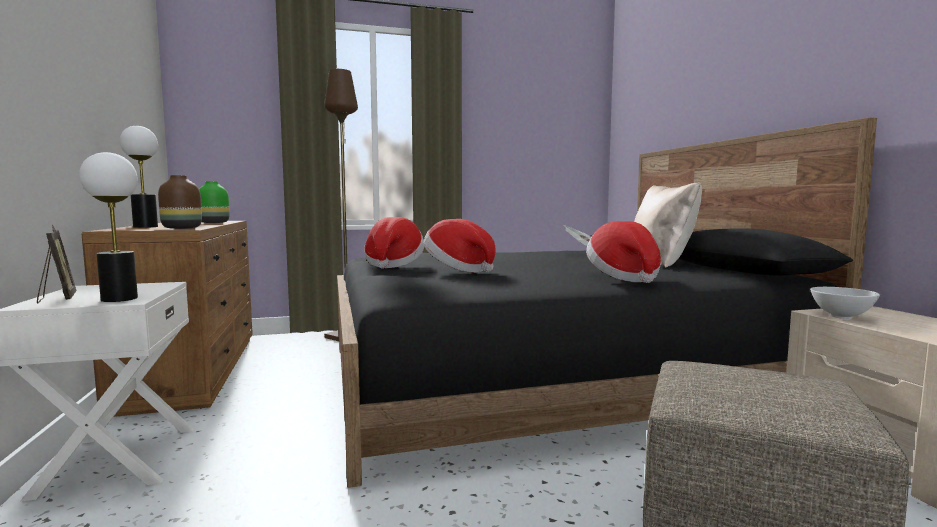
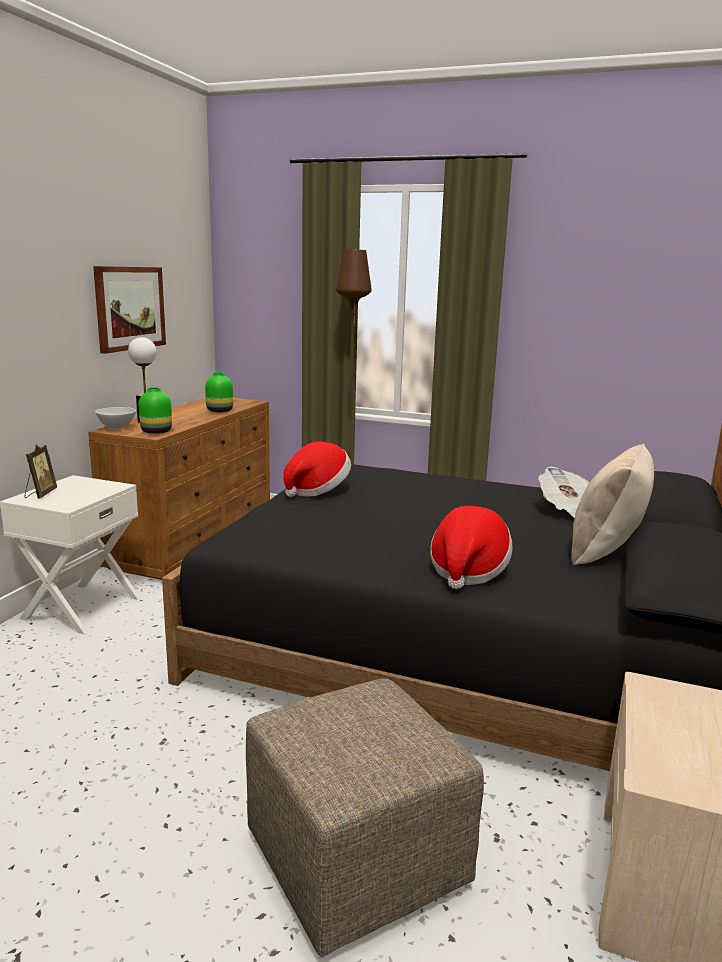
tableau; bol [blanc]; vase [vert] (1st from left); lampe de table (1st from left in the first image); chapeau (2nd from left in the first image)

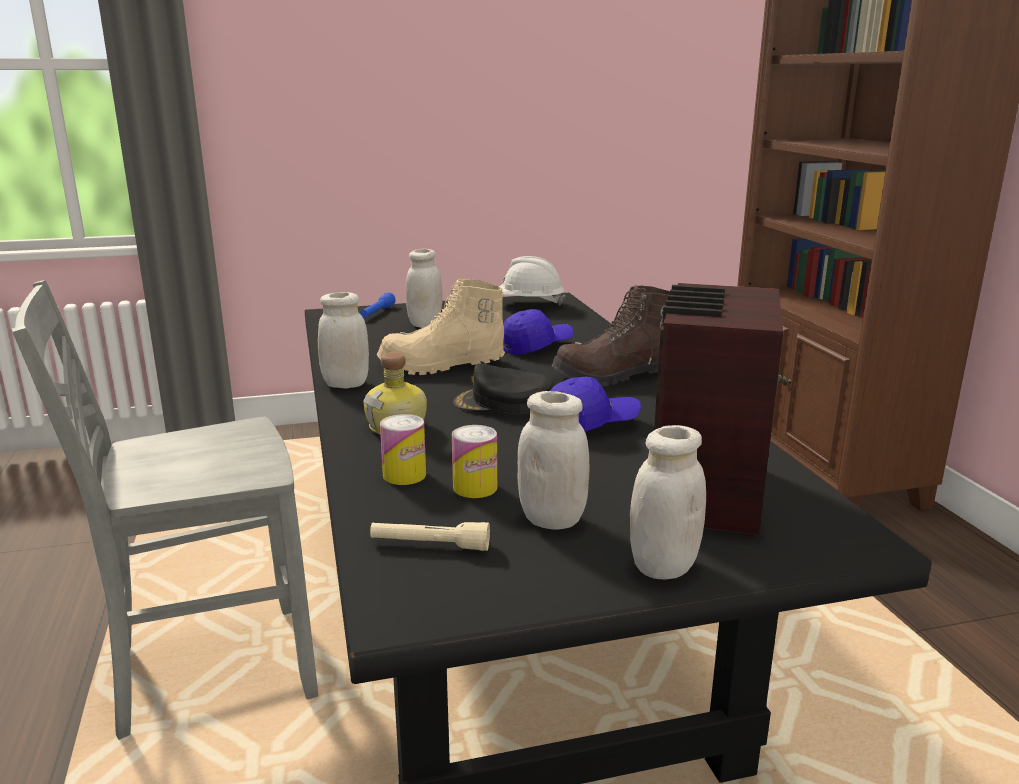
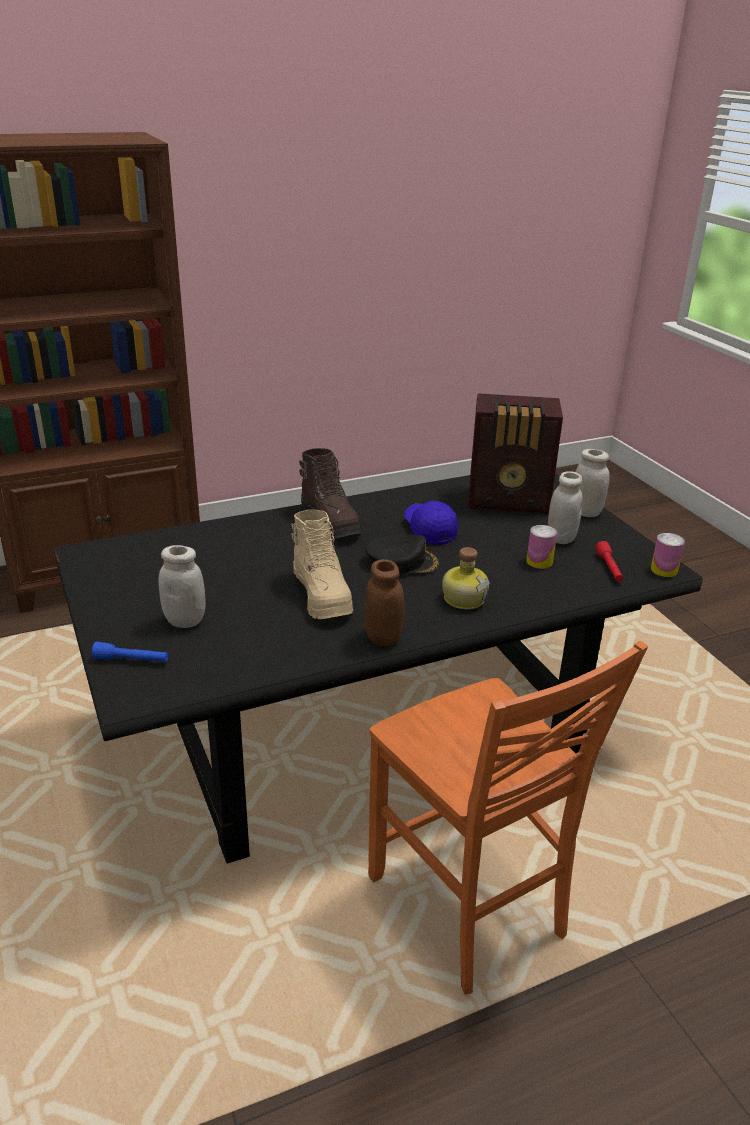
casquette [noir]; bocal [marron]; chaise [orange]; lampe de poche [rouge]; boîte métallique (2nd from left); casque de chantier [blanc]; casquette [bleu] (1st from left in the first image)

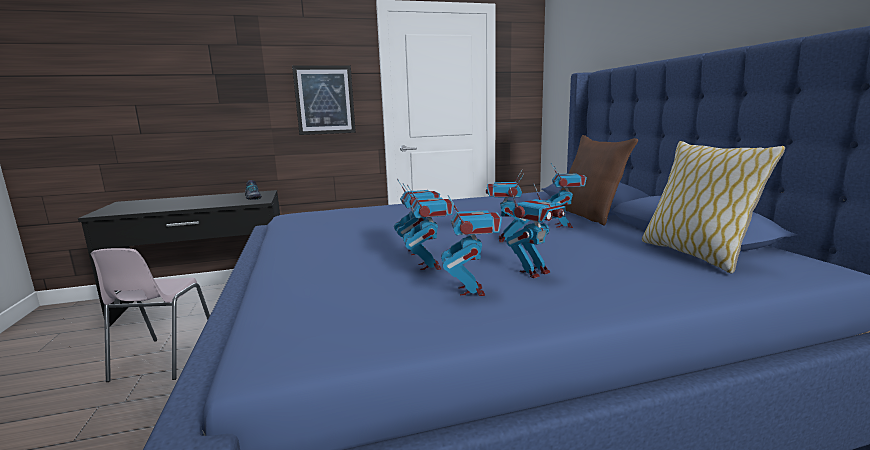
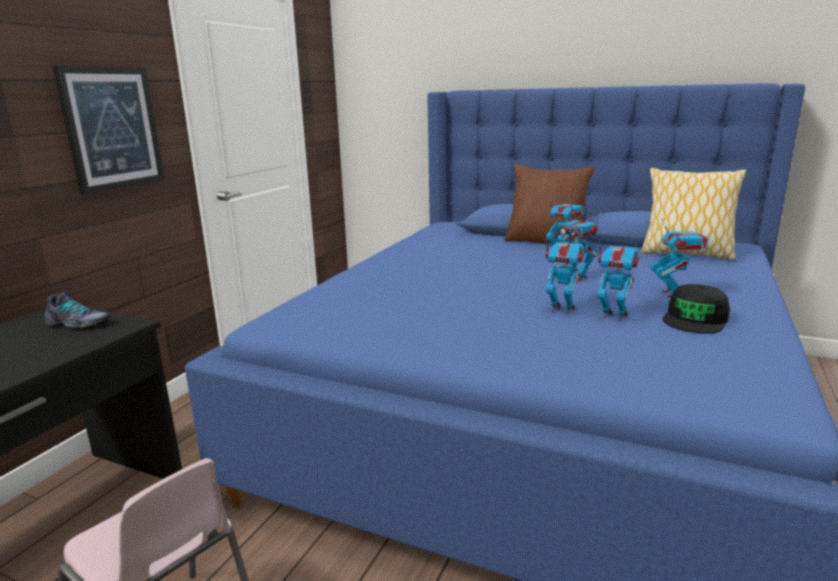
casquette [noir]

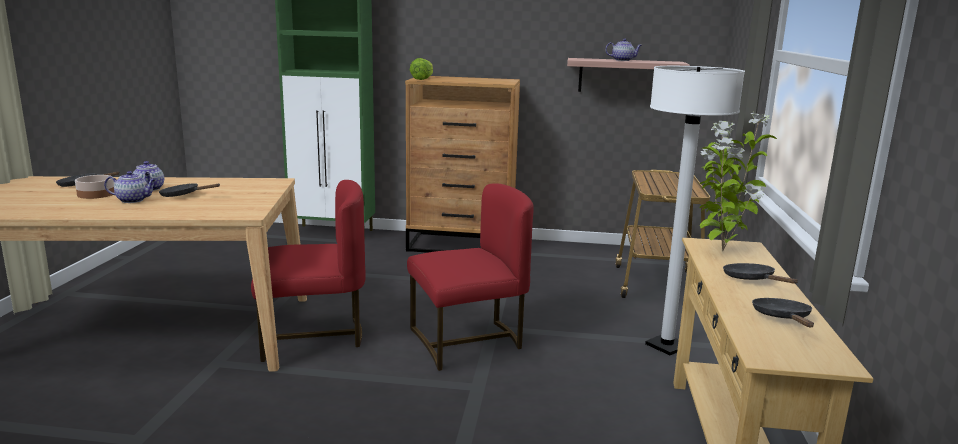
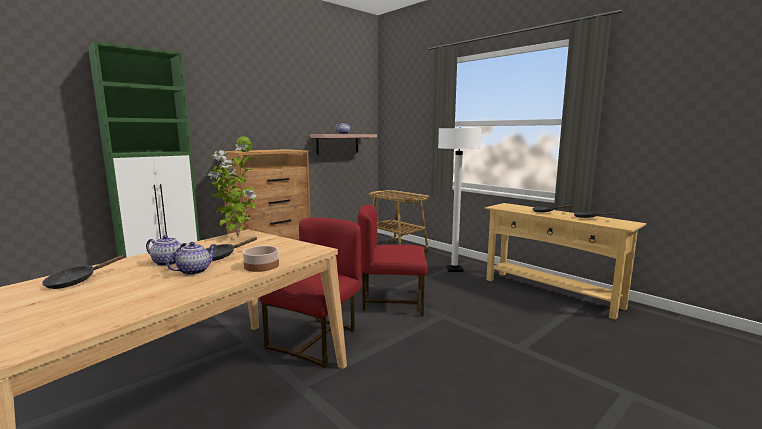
plante en pot; bol; chaise [rouge] (2nd from left)

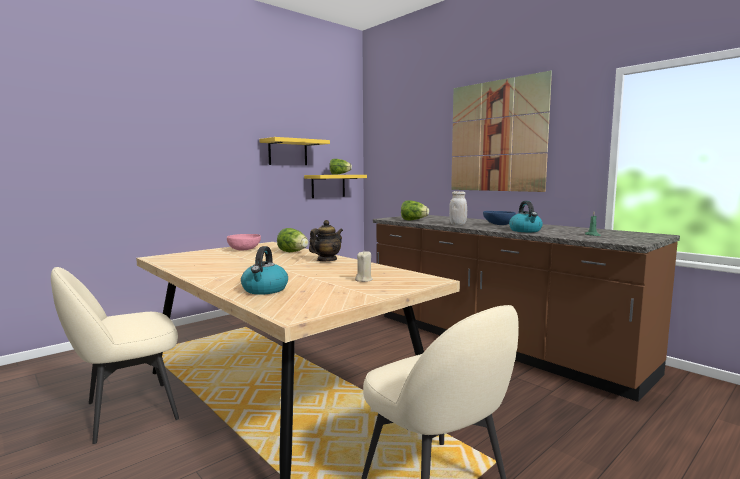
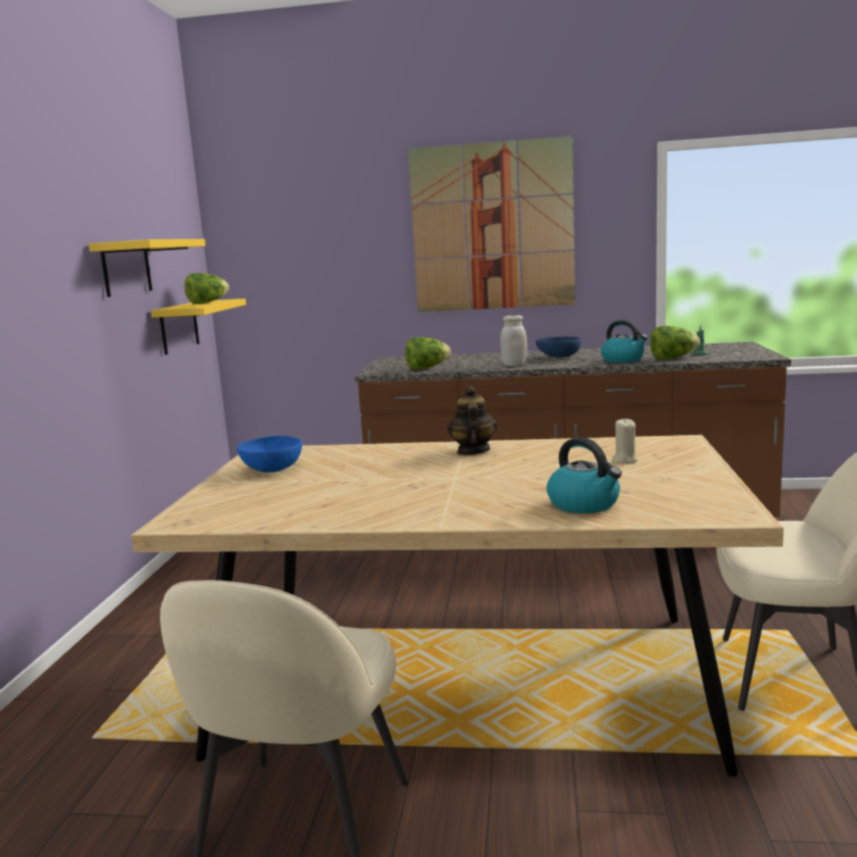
bol [bleu] (1st from left); laitue (3rd from left)

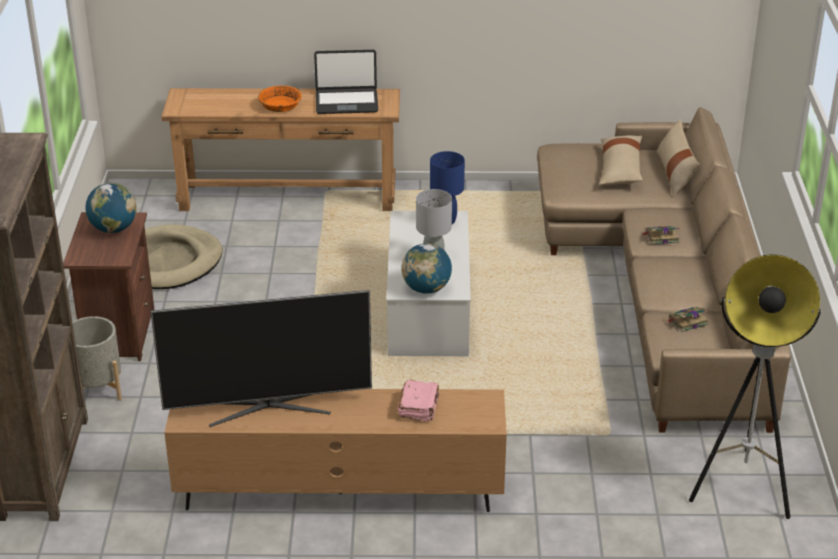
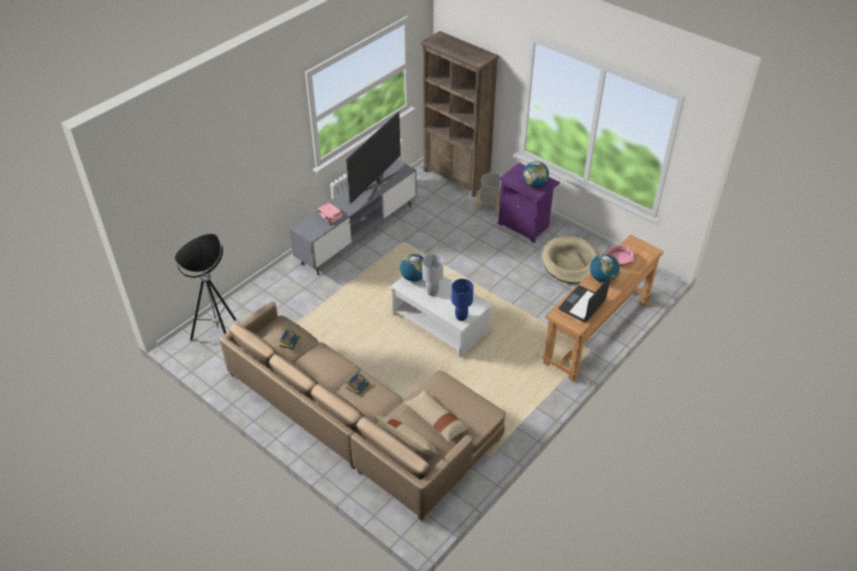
meuble télé [gris]; table de chevet [violet]; globe (3rd from left); bol [rose]

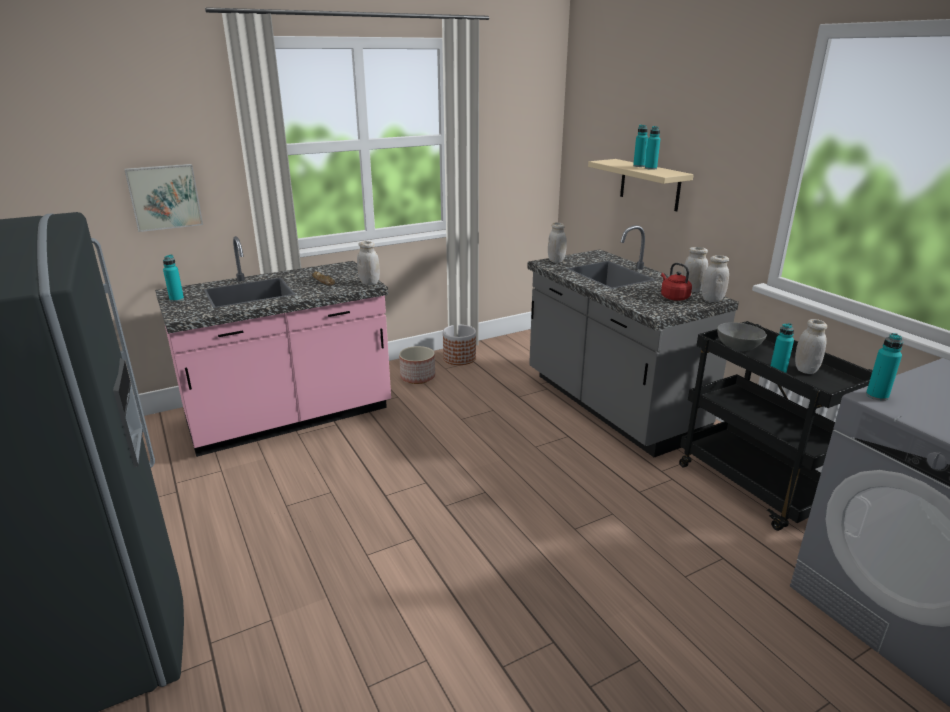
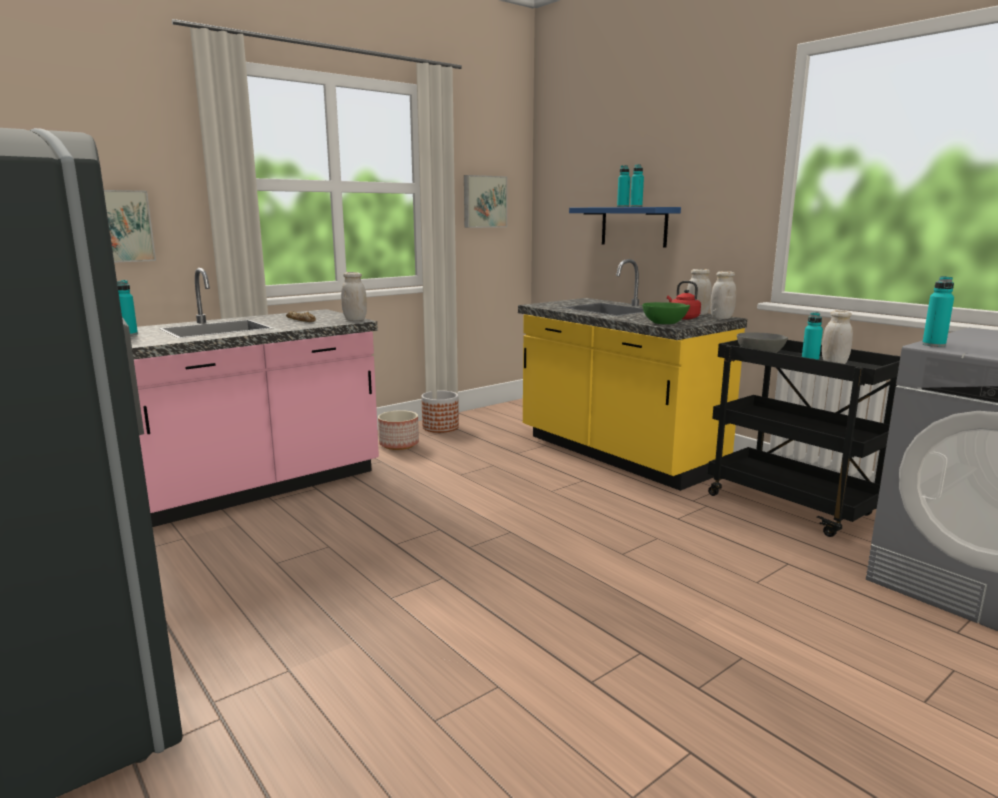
tableau (2nd from left); comptoir de cuisine [jaune]; étagère [bleu]; bol [vert]; bocal [blanc] (2nd from left in the first image)

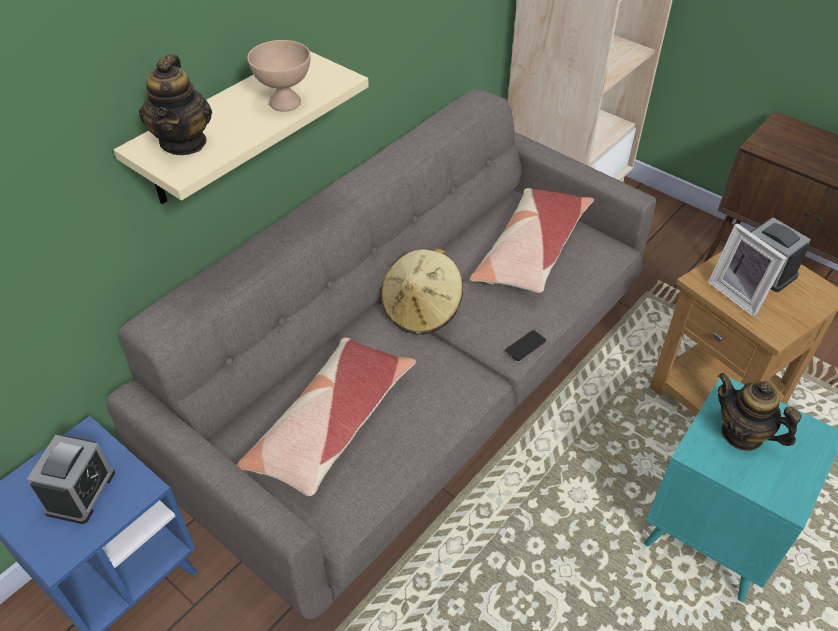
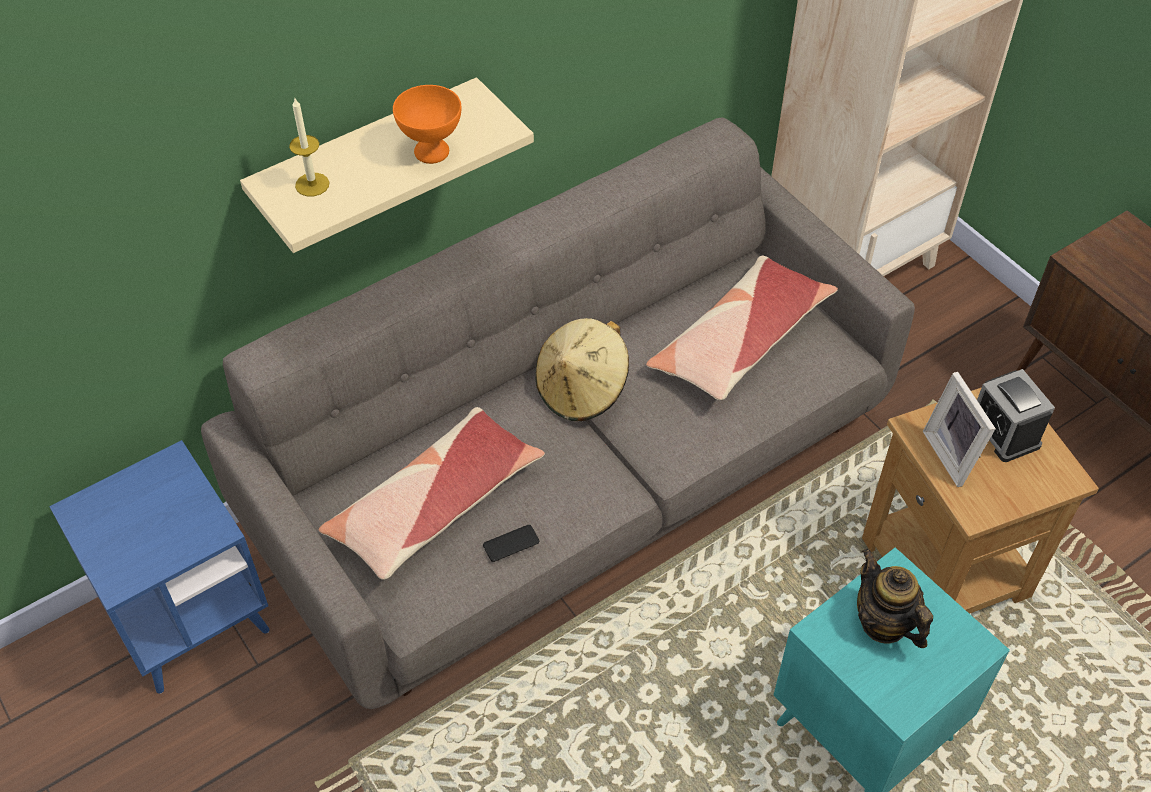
bougie; bol [orange]; téléphone; réveil (1st from left in the first image)

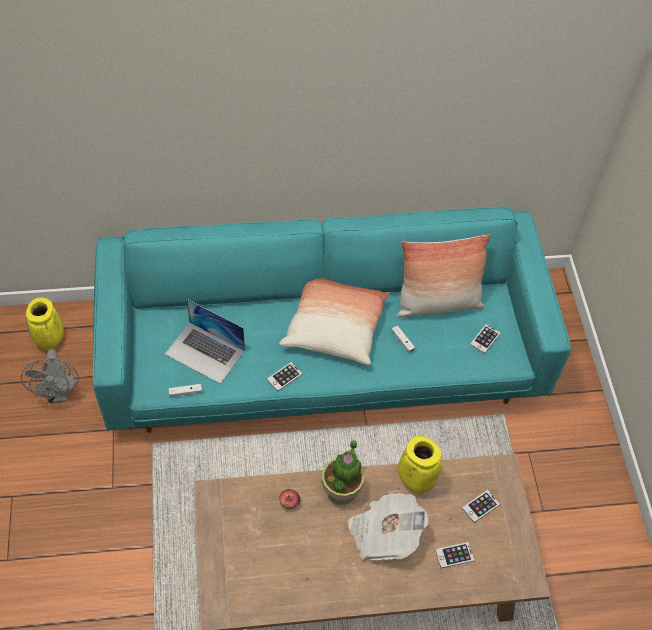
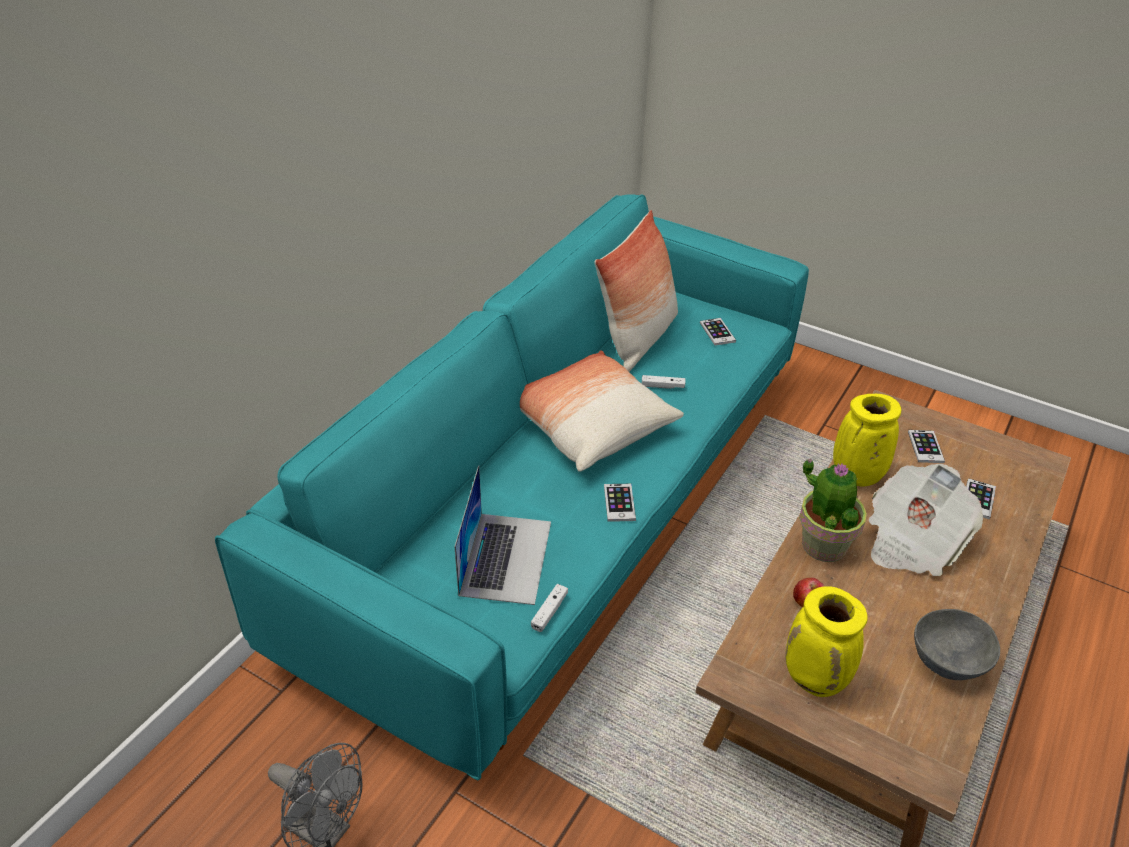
ordinateur portable; vase [jaune] (1st from left); bol [gris]

